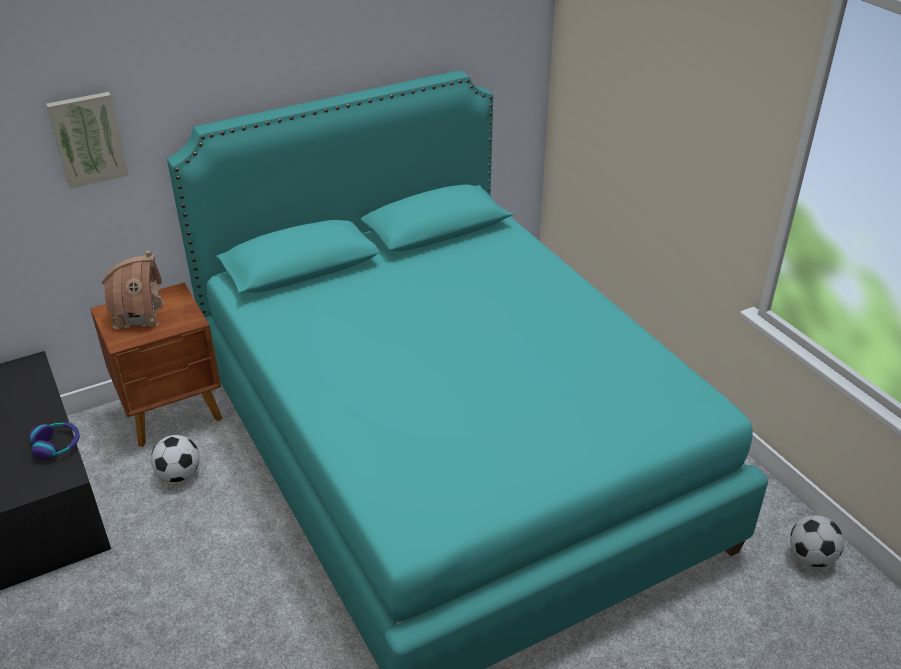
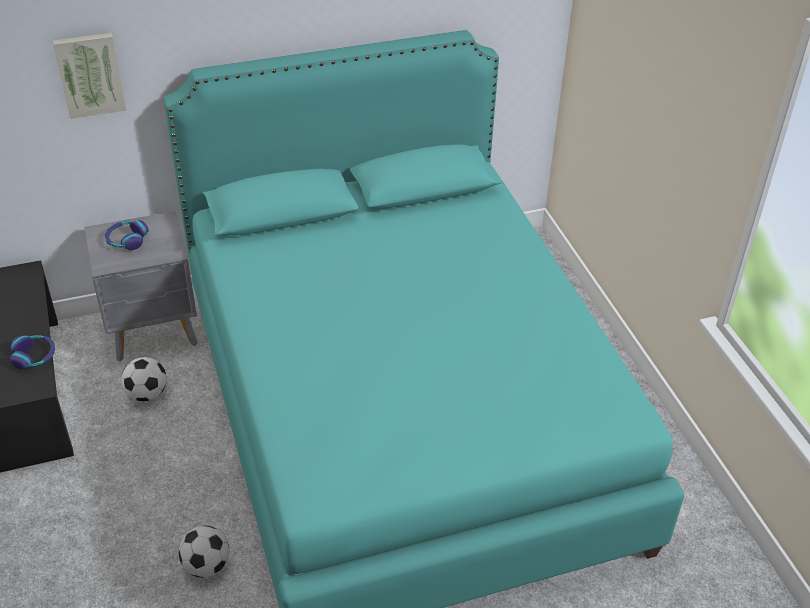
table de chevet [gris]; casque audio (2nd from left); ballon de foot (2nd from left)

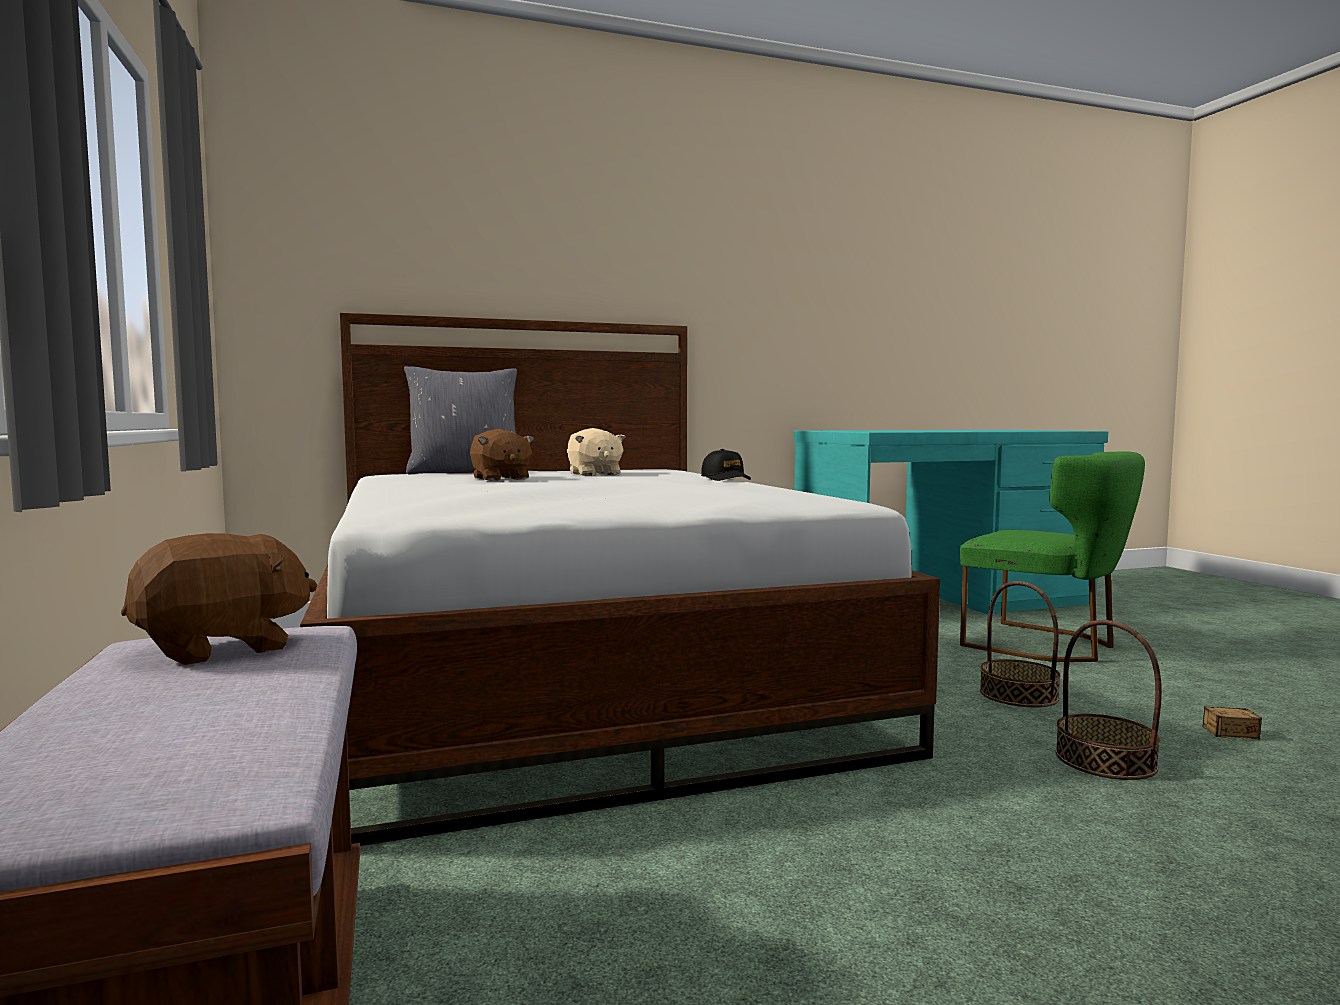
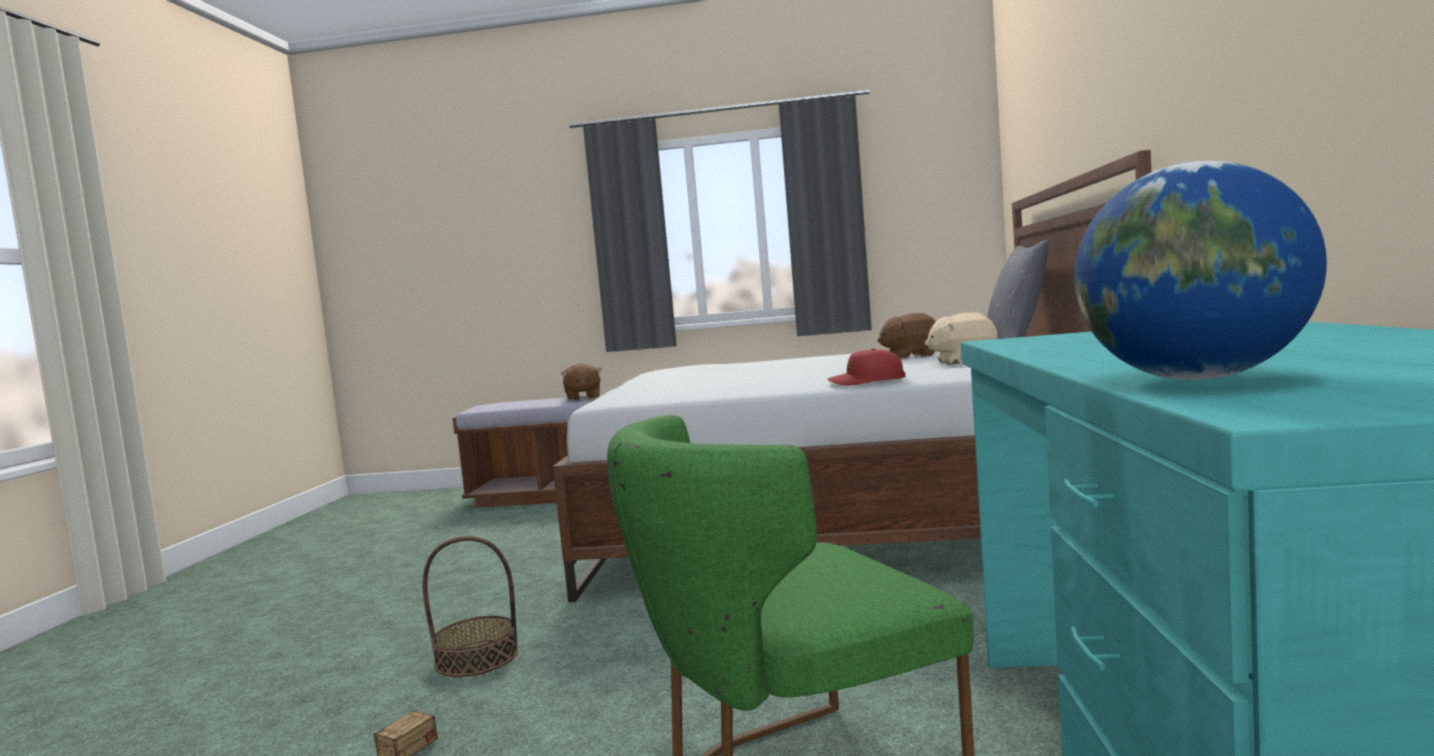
casquette [rouge]; globe; panier (1st from left in the first image)

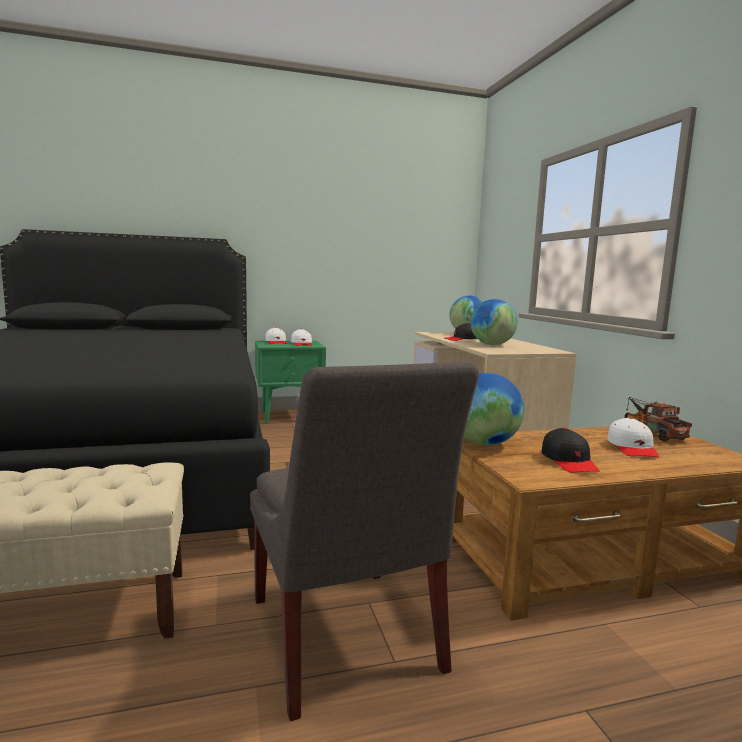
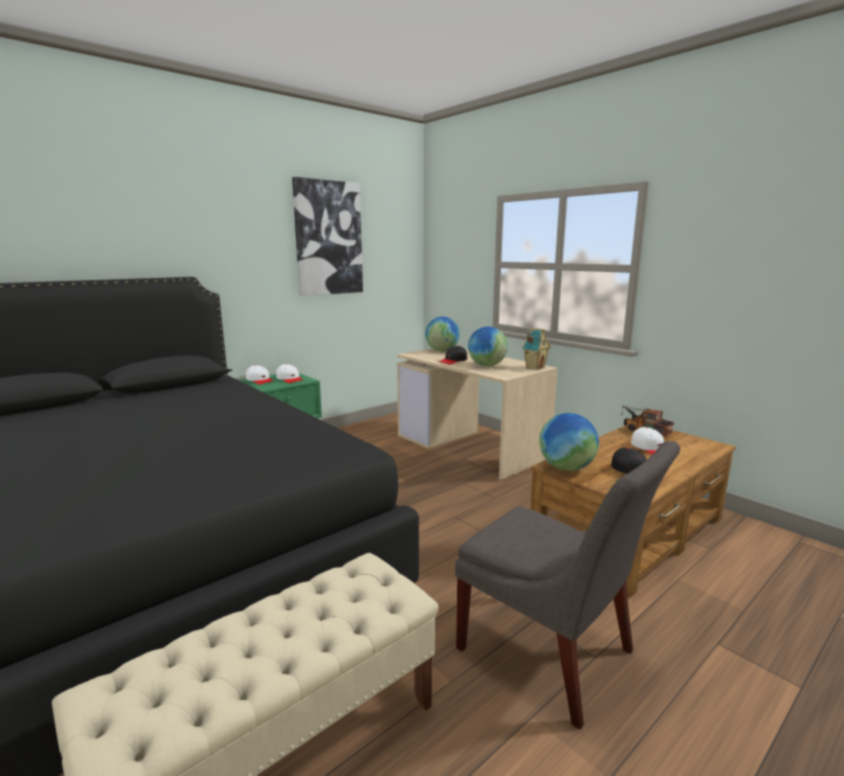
tableau; maison miniature

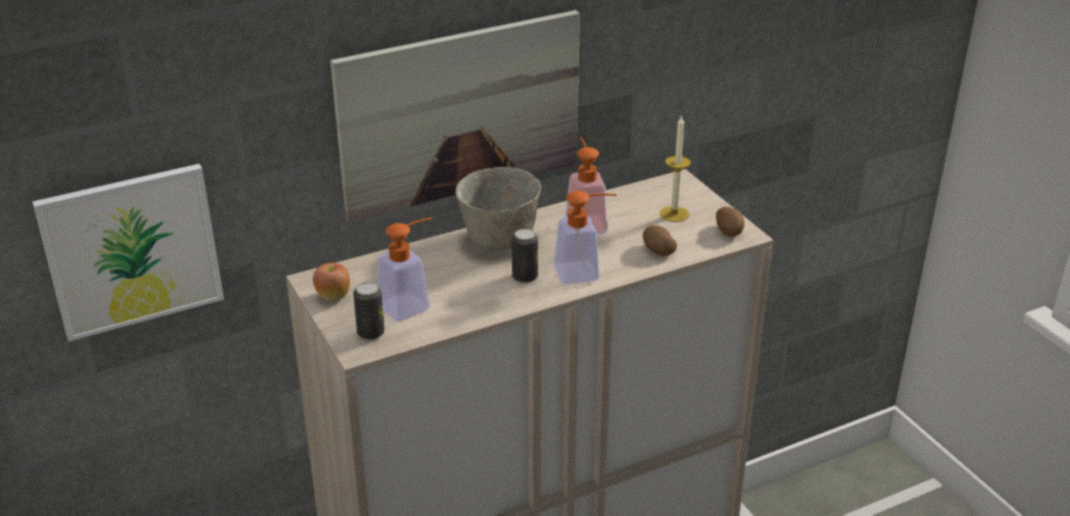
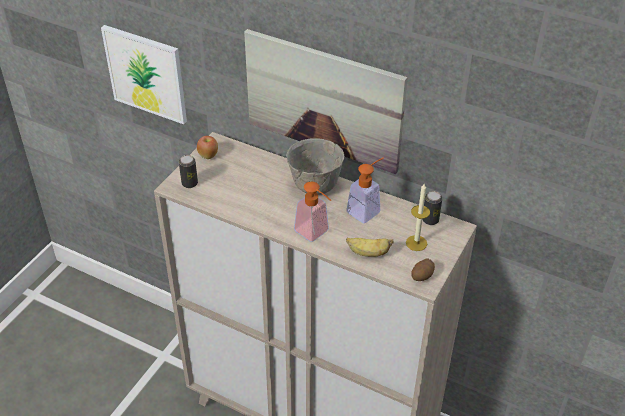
banane; boîte métallique (2nd from left); distributeur de savon (1st from left in the first image)

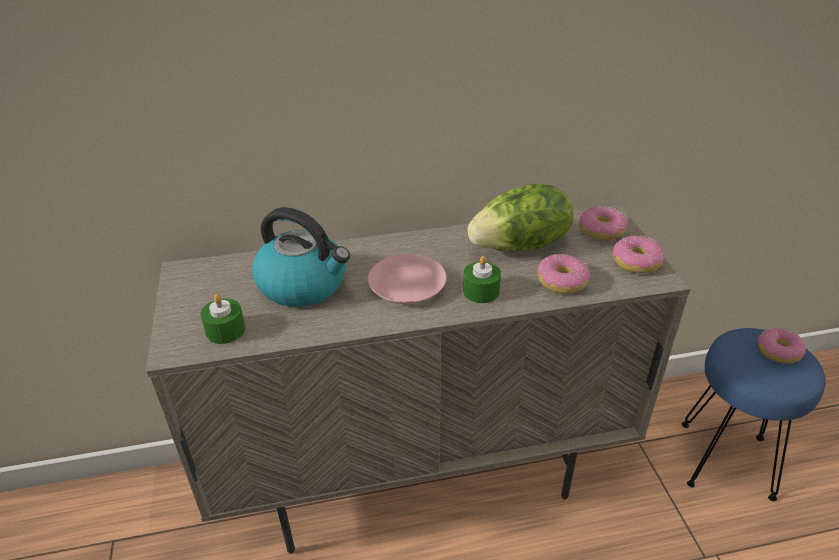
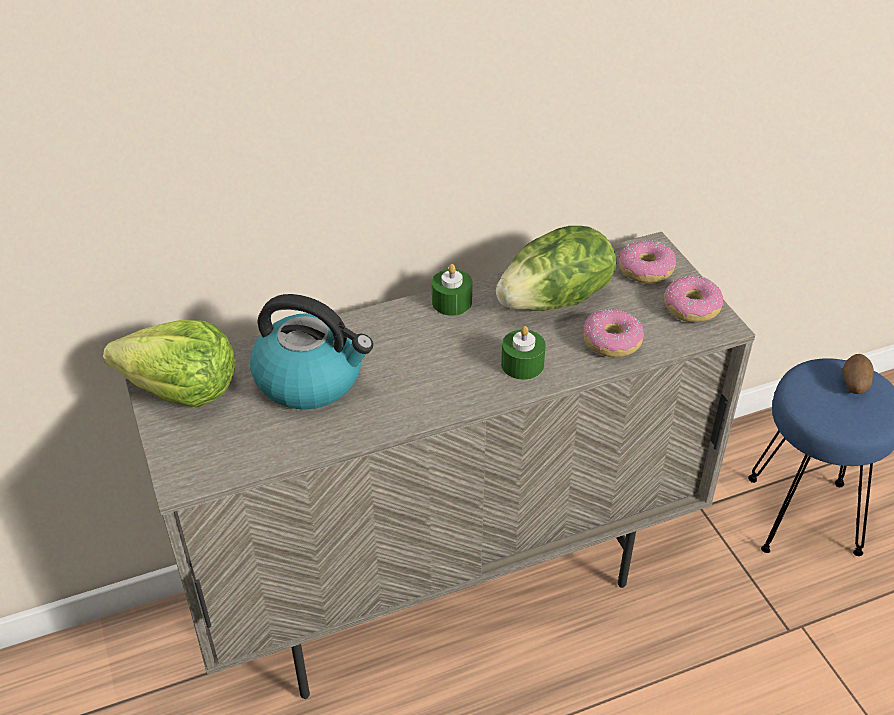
laitue (1st from left); bougie [vert] (1st from left); pomme de terre; assiette [rose]

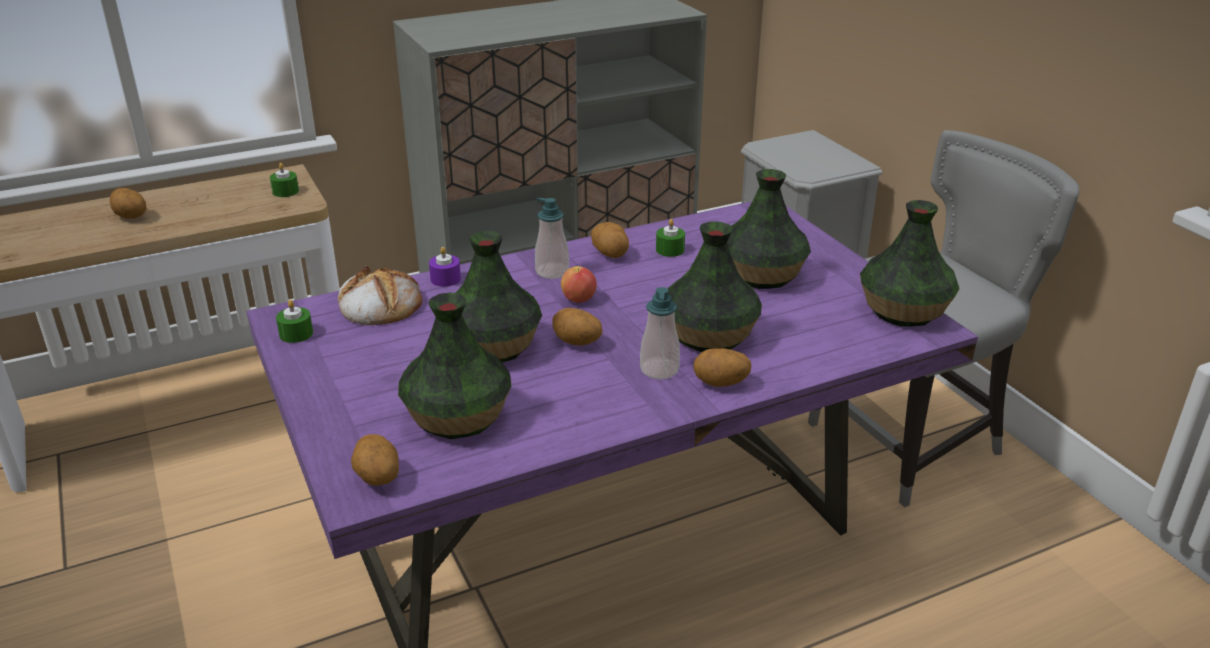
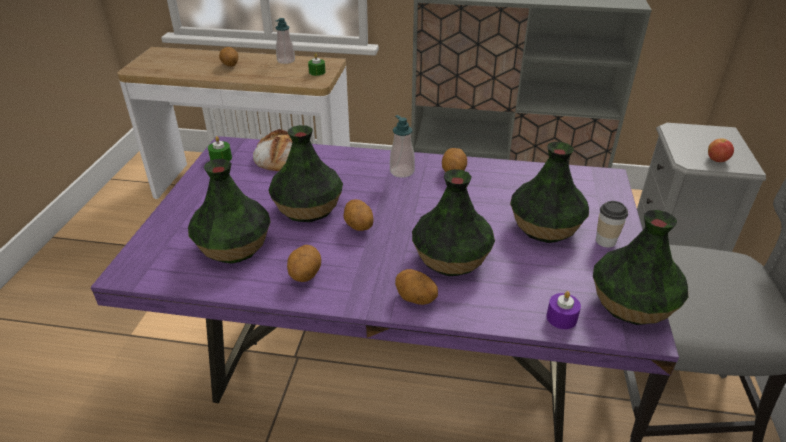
distributeur de savon (1st from left); pomme de terre (2nd from left); bougie [violet]; tasse; pomme; bougie [vert] (3rd from left in the first image)

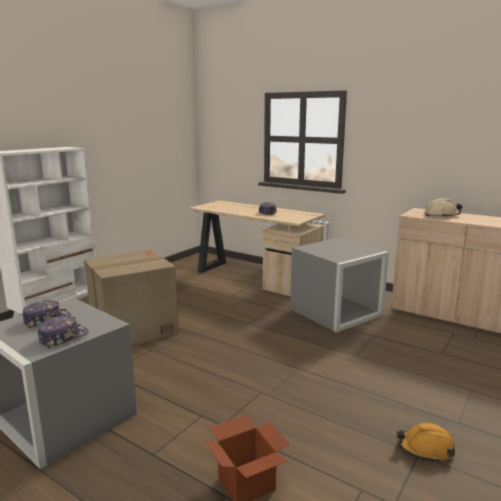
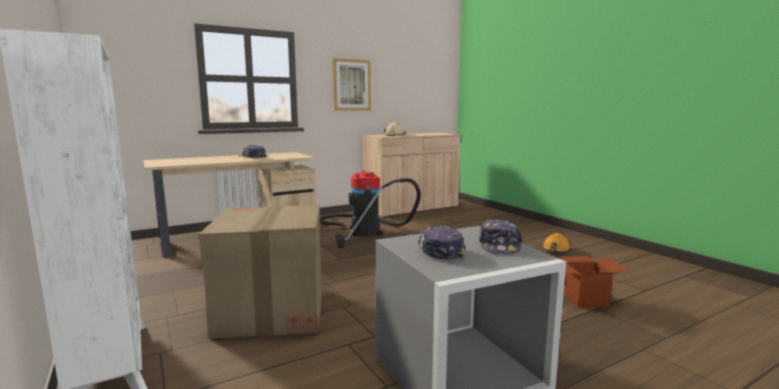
aspirateur; tableau; casquette (3rd from left)

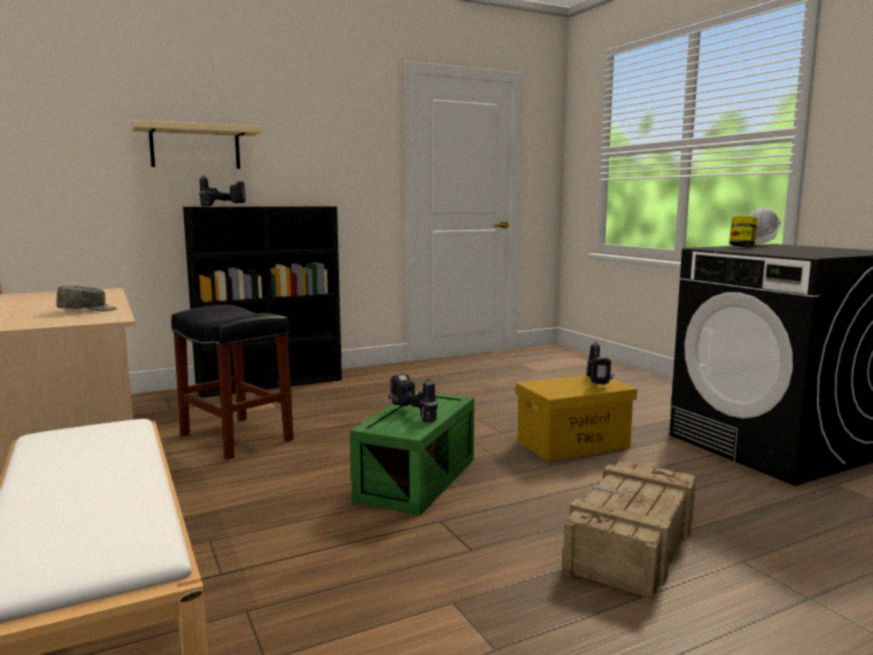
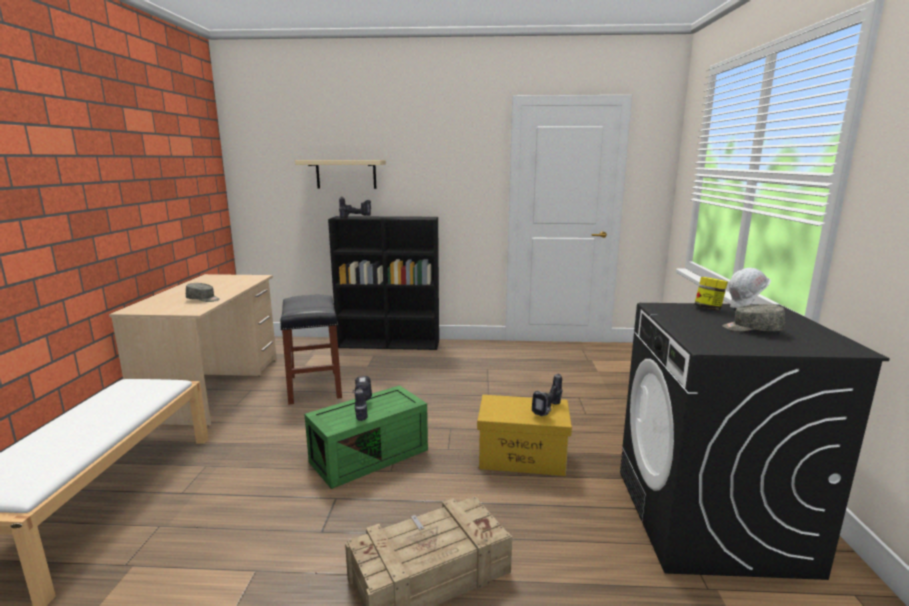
casquette [gris] (2nd from left)

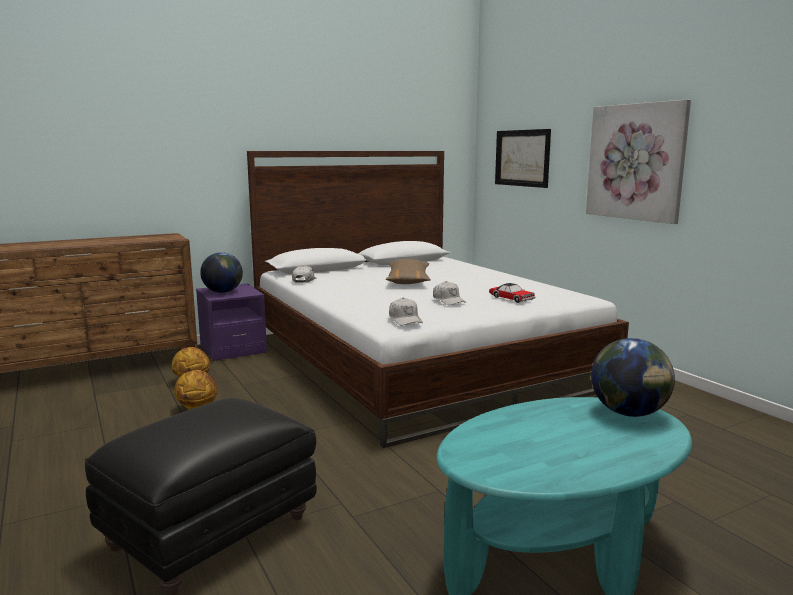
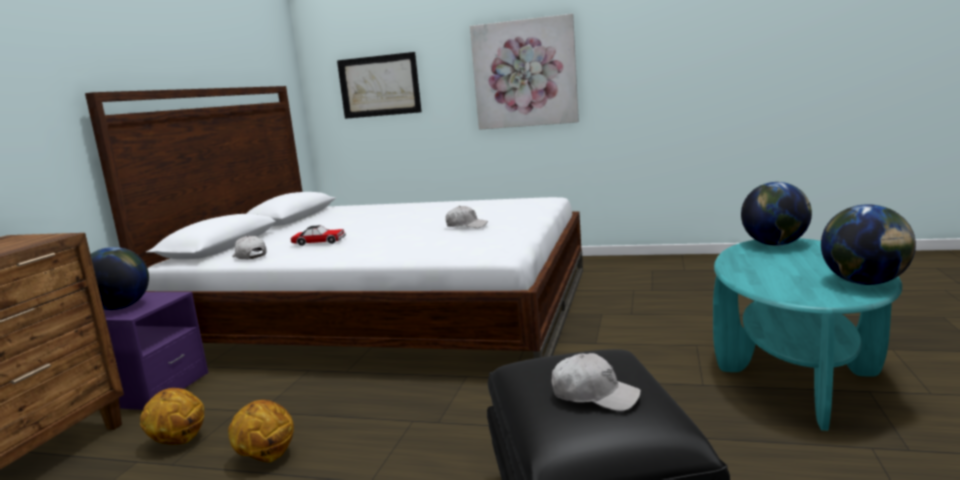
petite voiture; casquette [blanc] (3rd from left); globe (3rd from left); coussin [marron]

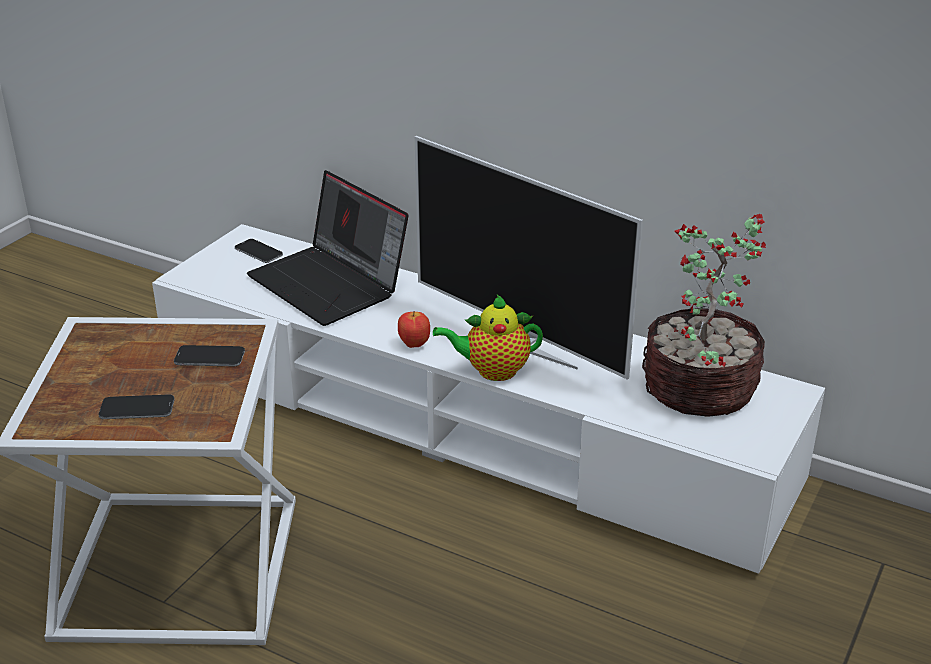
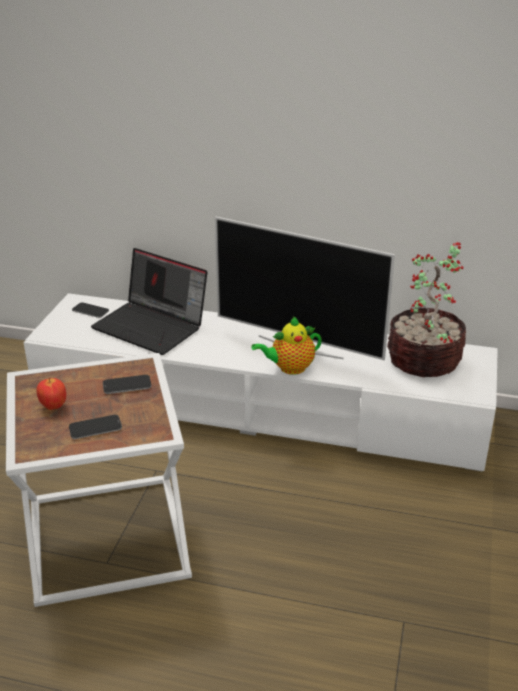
pomme

